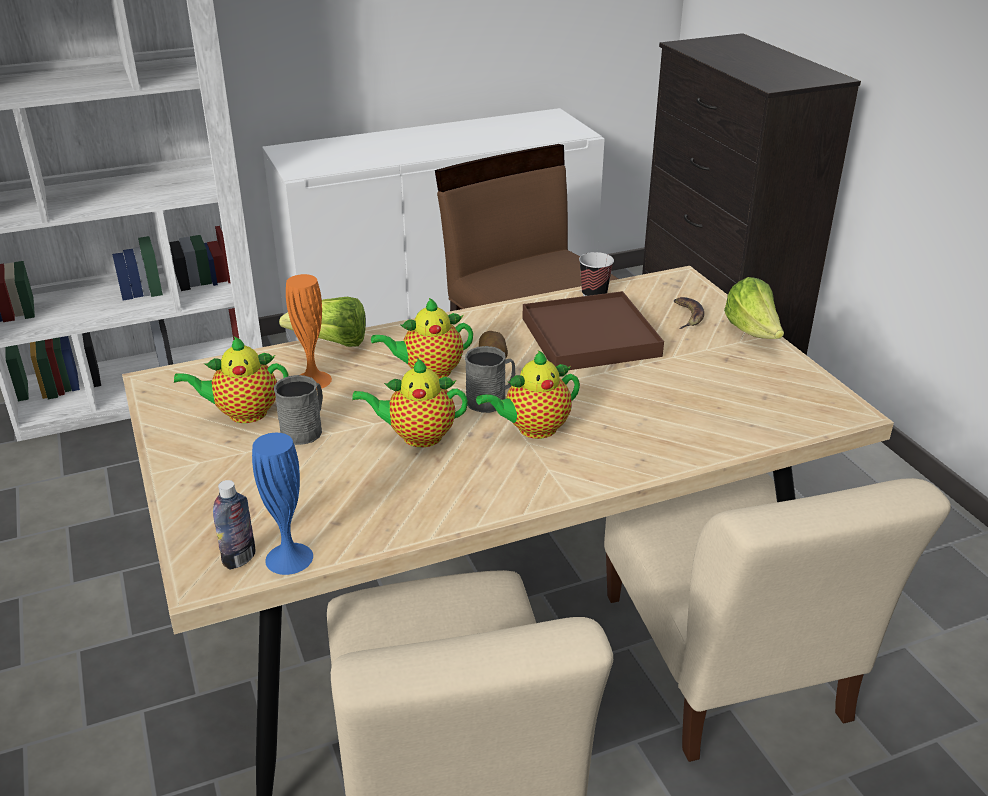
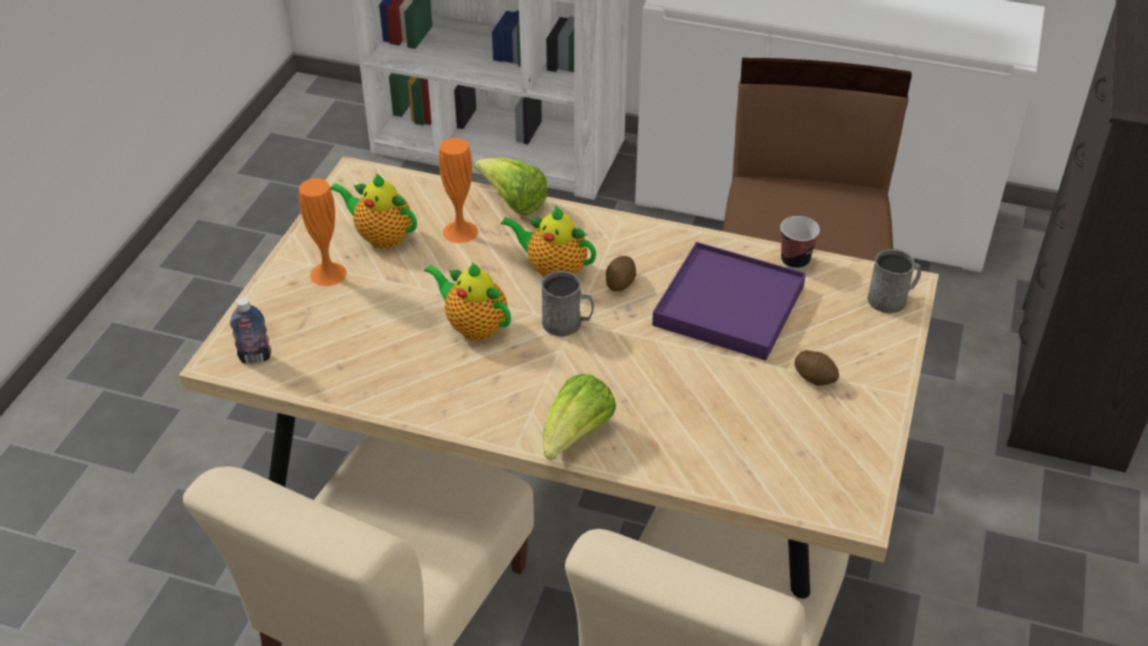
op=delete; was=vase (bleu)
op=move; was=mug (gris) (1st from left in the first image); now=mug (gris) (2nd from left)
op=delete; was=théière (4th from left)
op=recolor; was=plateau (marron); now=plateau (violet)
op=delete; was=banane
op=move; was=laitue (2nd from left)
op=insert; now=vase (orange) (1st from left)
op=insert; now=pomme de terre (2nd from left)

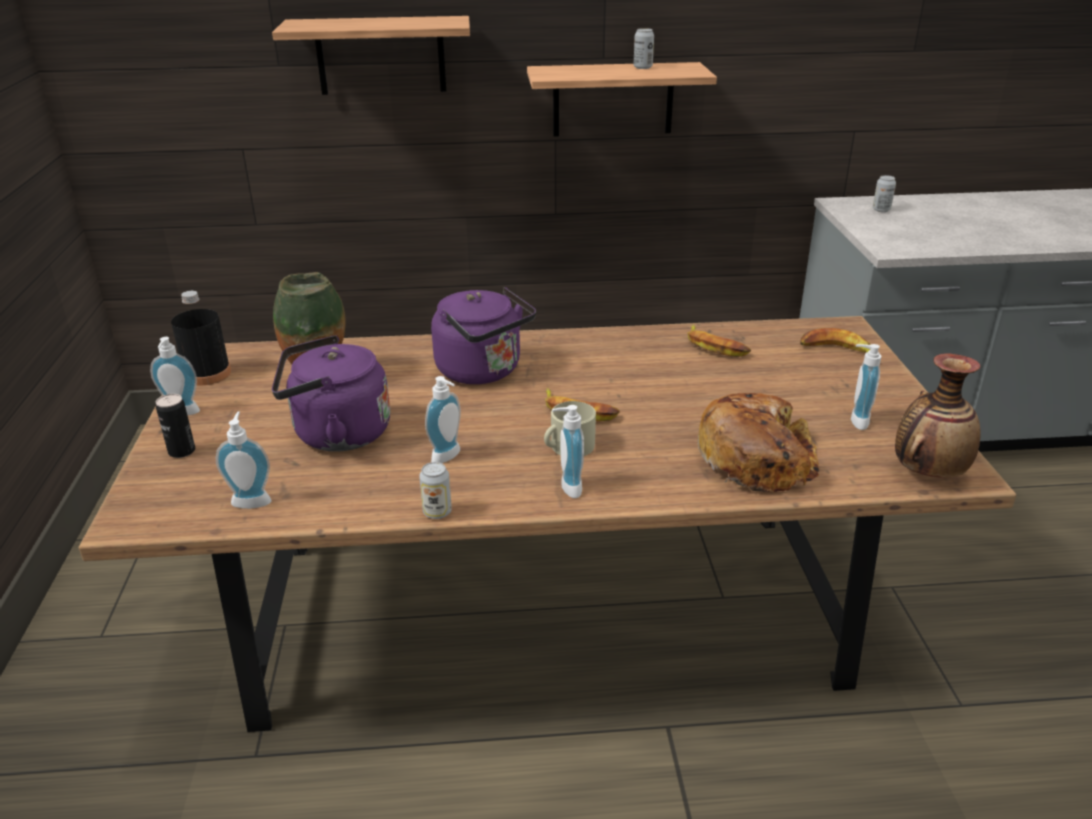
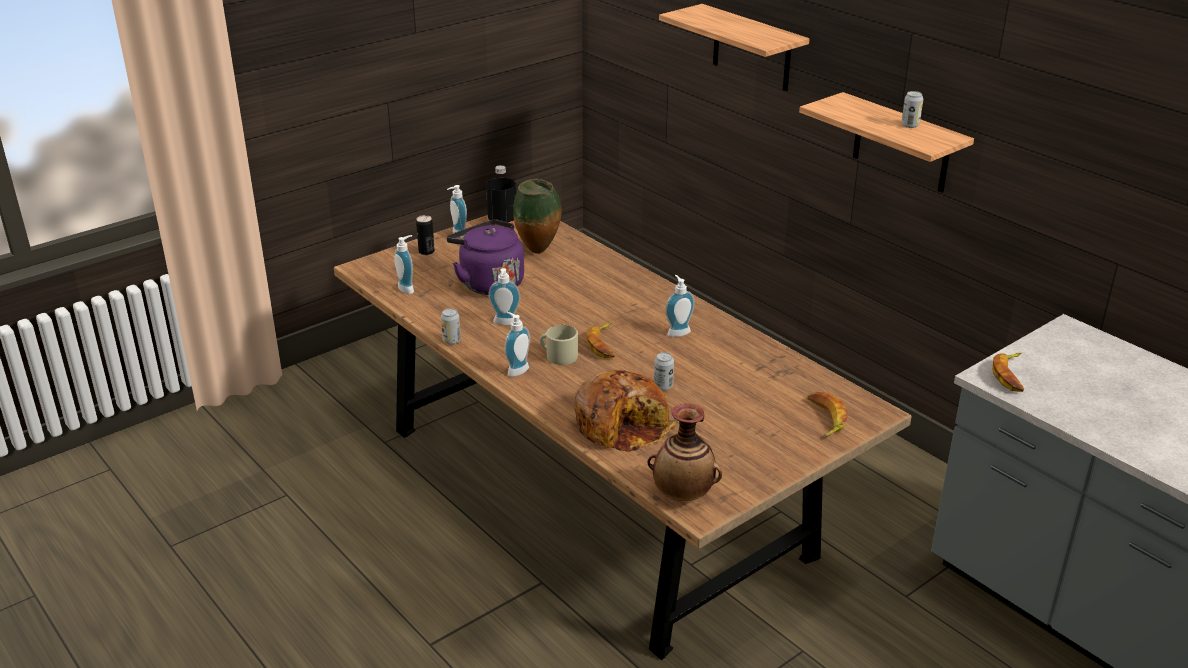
op=delete; was=bouilloire (violet) (2nd from left)
op=move; was=banane (2nd from left in the first image); now=banane (3rd from left)
op=move; was=distributeur de savon (5th from left)
op=move; was=boîte métallique (4th from left in the first image); now=boîte métallique (3rd from left)

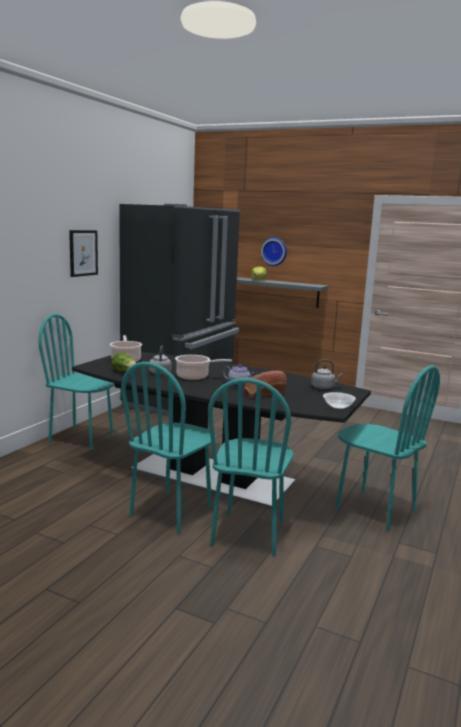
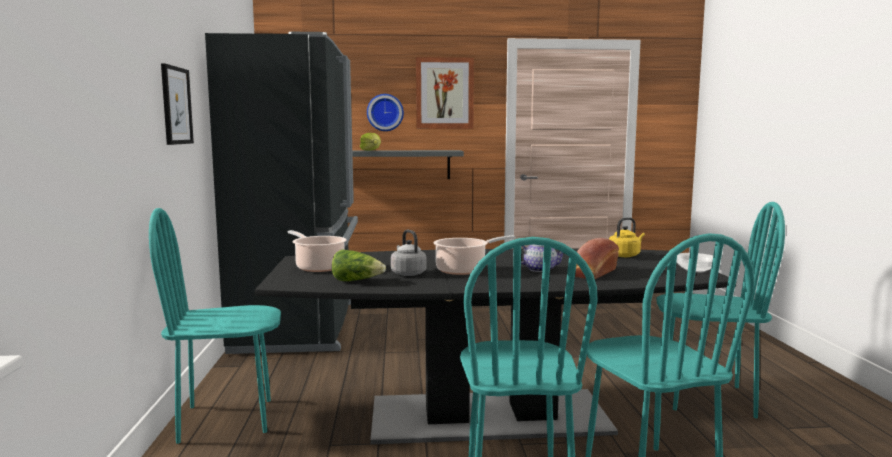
op=recolor; was=bouilloire (gris) (2nd from left); now=bouilloire (jaune)
op=insert; now=tableau (2nd from left)

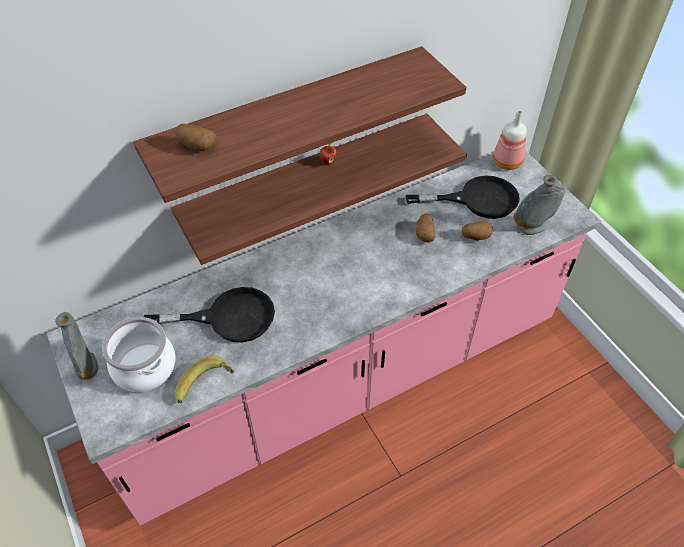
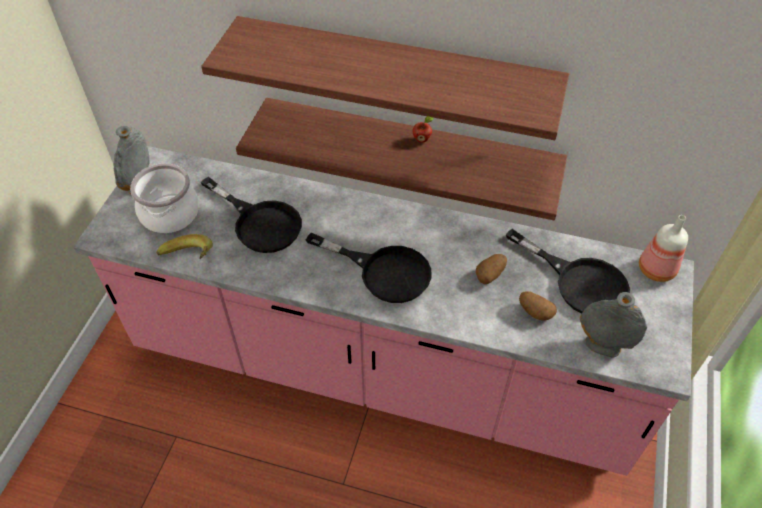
op=delete; was=pomme de terre (1st from left)
op=insert; now=poêle (noir) (2nd from left)

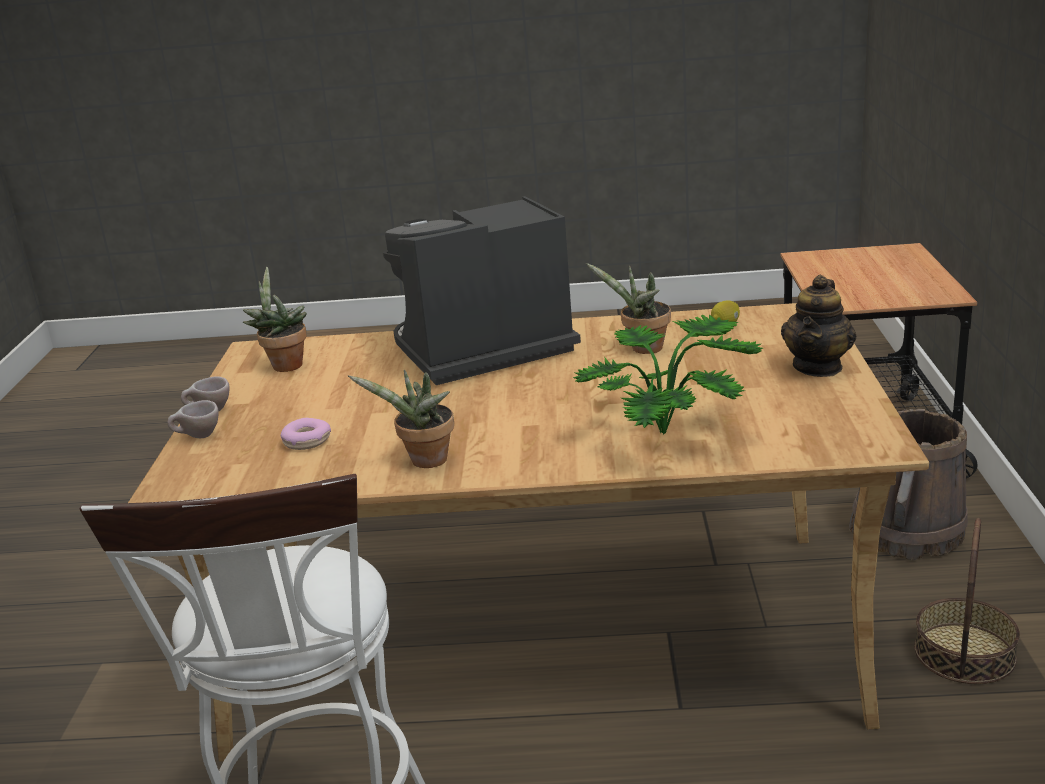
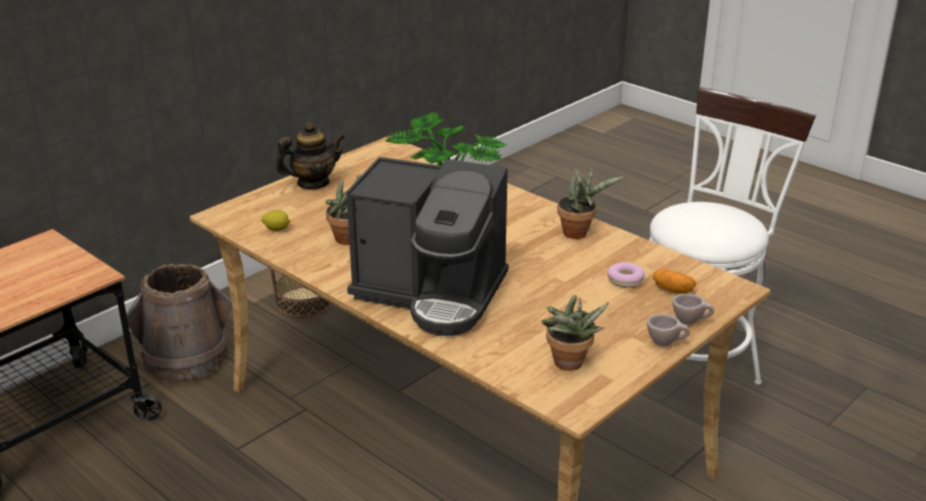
op=insert; now=pomme de terre

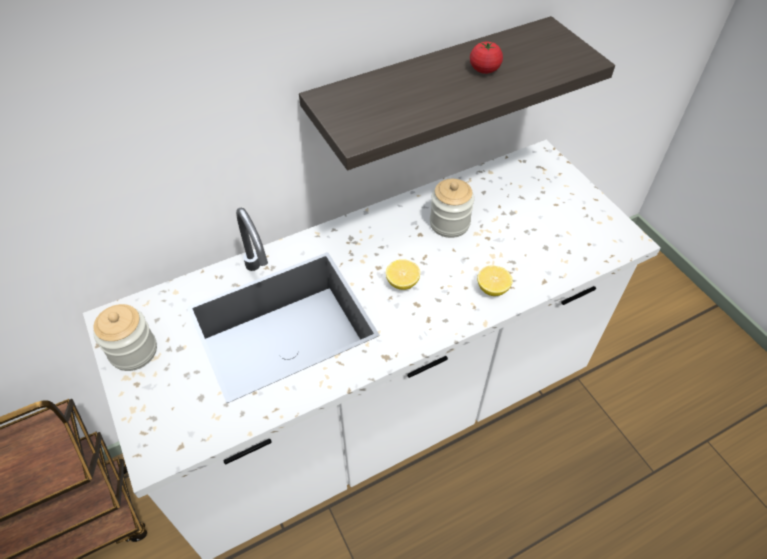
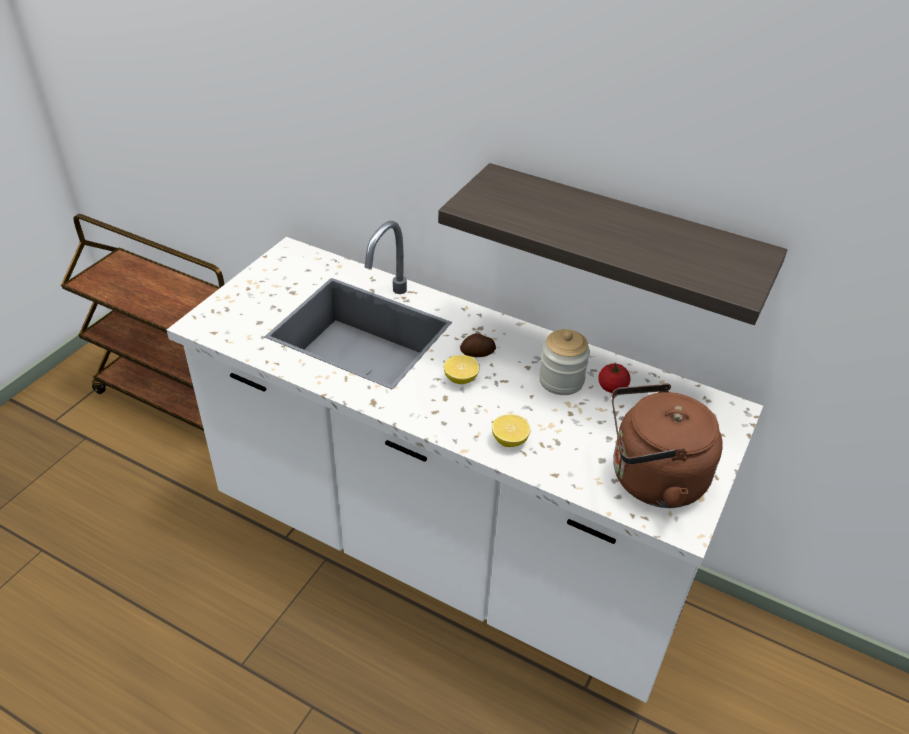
op=delete; was=bocal (1st from left)
op=move; was=tomate
op=insert; now=pomme de terre
op=insert; now=bouilloire (marron)

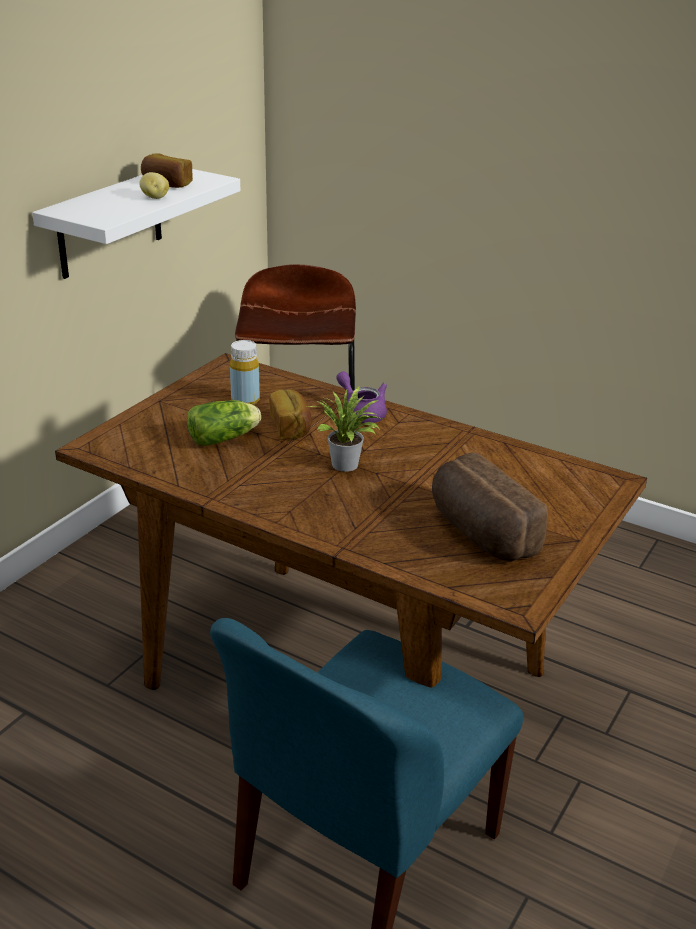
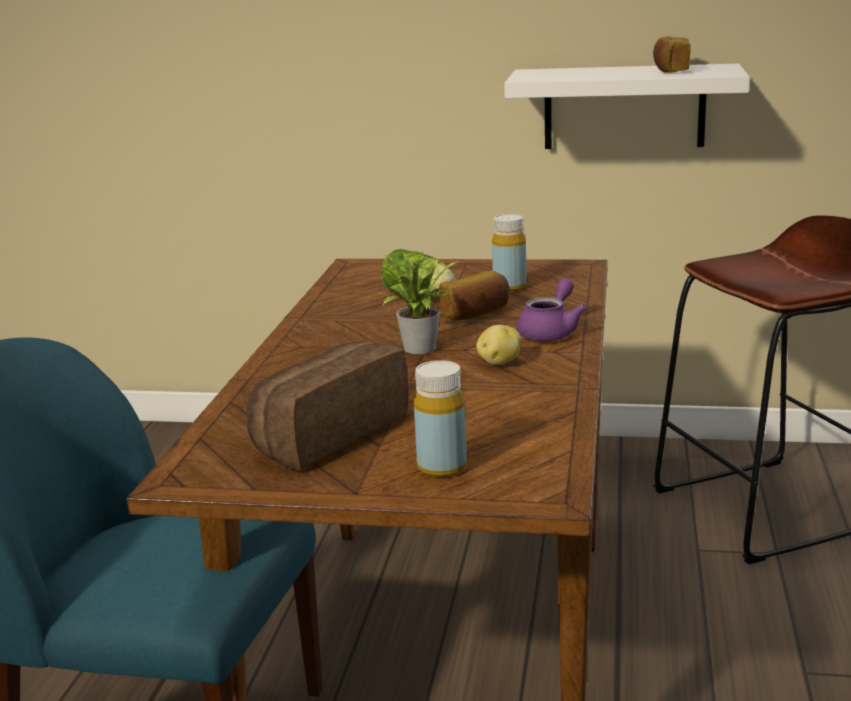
op=move; was=pomme de terre
op=insert; now=bouteille (jaune) (1st from left)

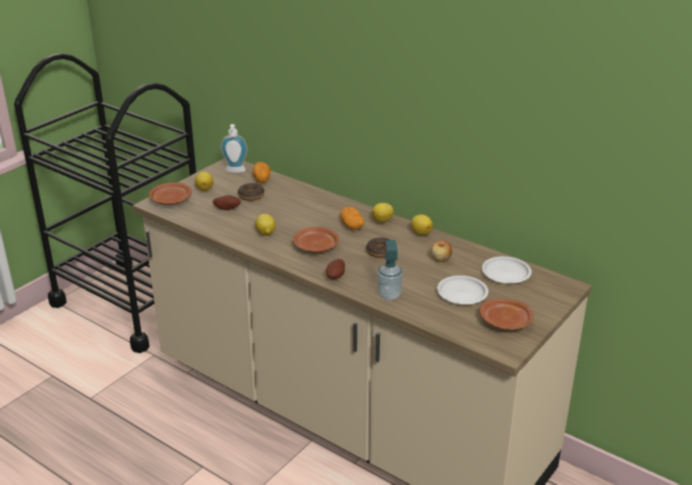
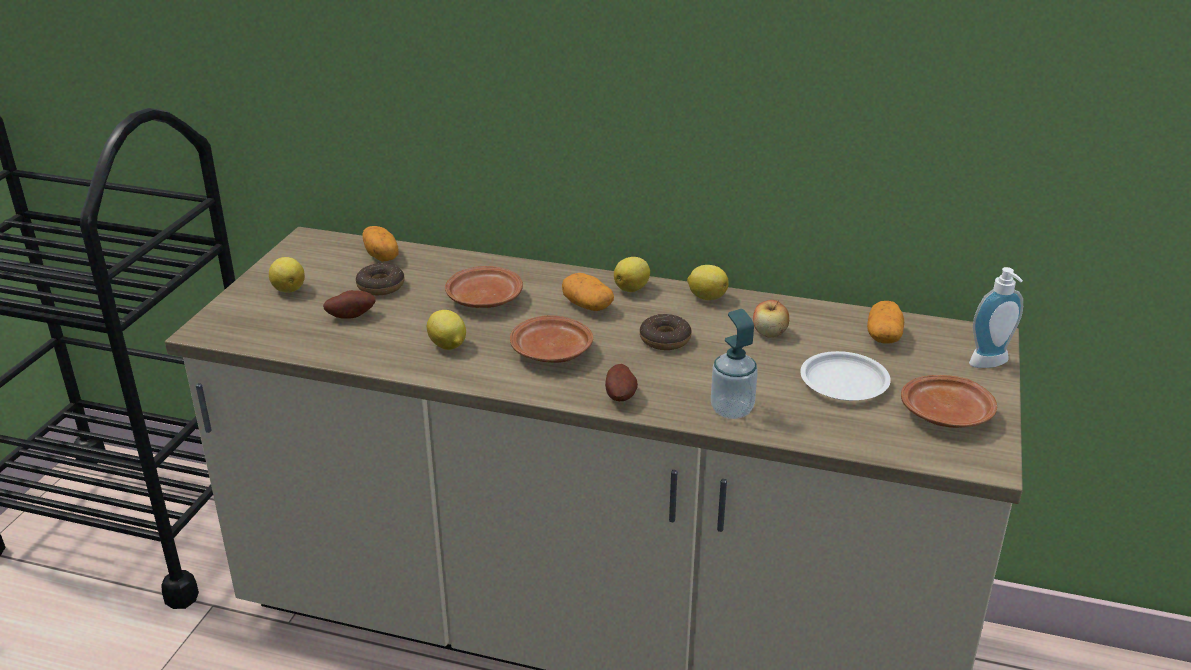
op=move; was=assiette (marron) (1st from left)
op=move; was=distributeur de savon (1st from left in the first image); now=distributeur de savon (2nd from left)
op=replace; was=assiette (blanc) (2nd from left); now=pomme de terre (5th from left)

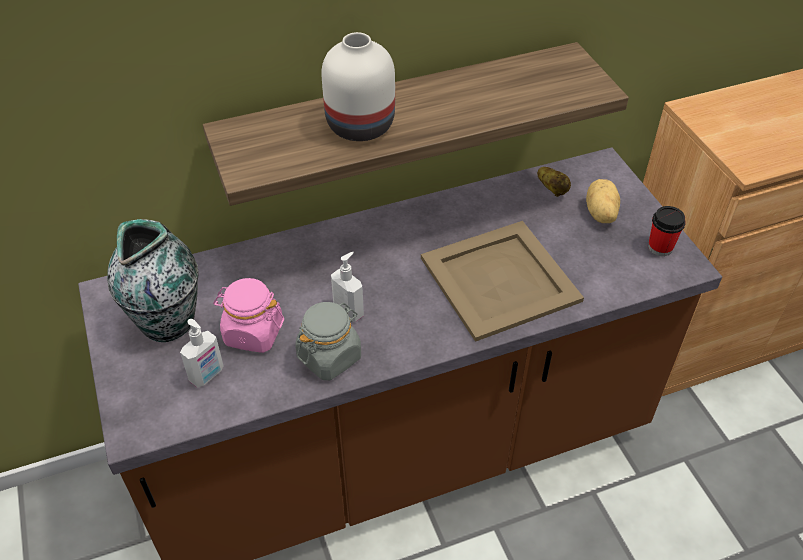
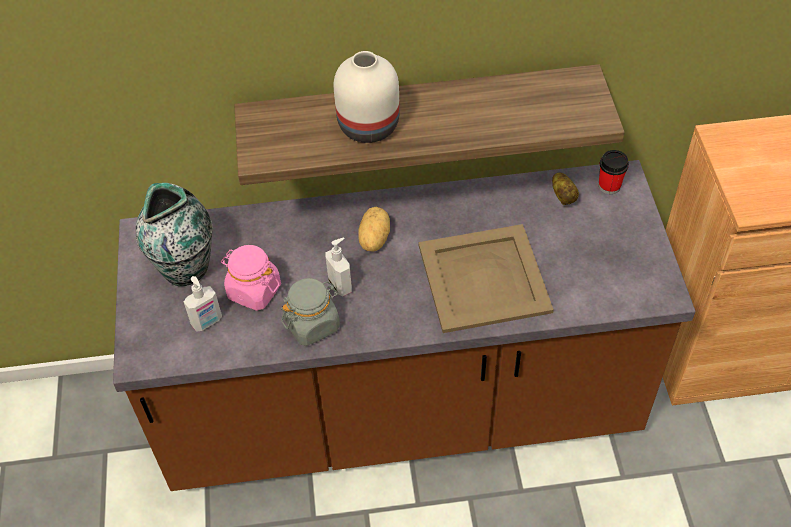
op=move; was=pomme de terre (2nd from left in the first image); now=pomme de terre (1st from left)
op=move; was=tasse

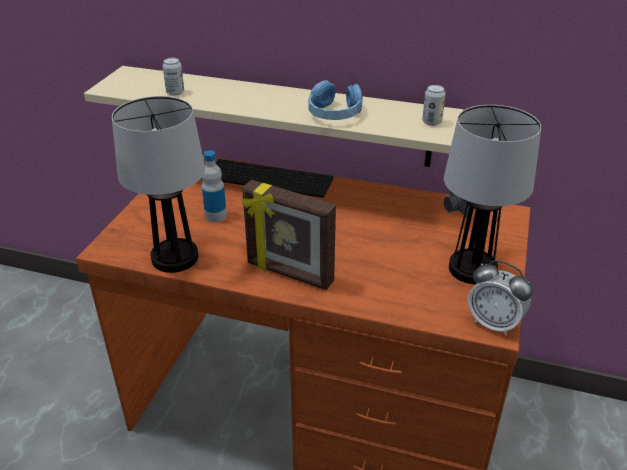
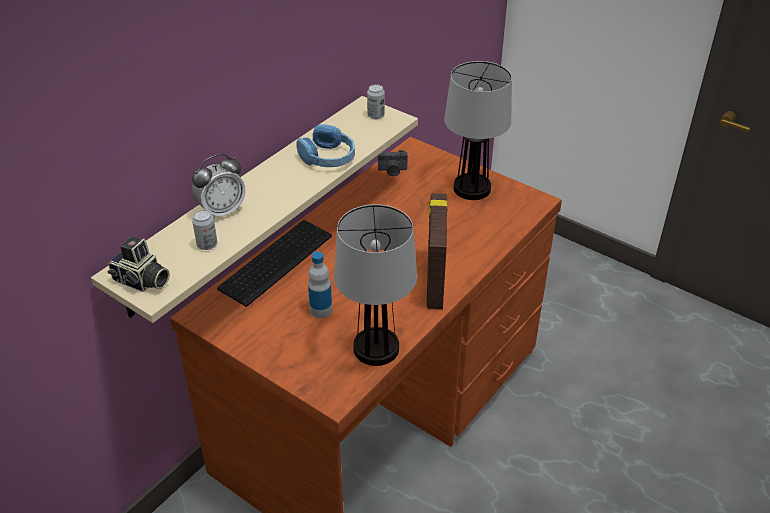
op=rotate; was=cadre photo; clockwise=135
op=move; was=réveil
op=insert; now=appareil photo (1st from left)

